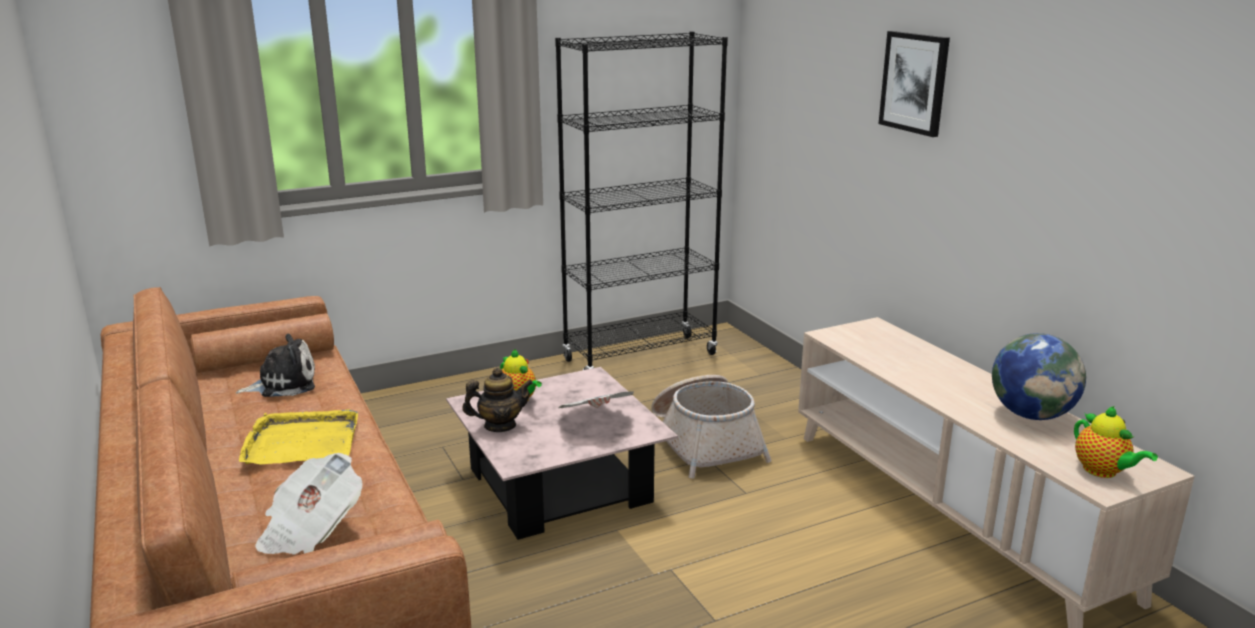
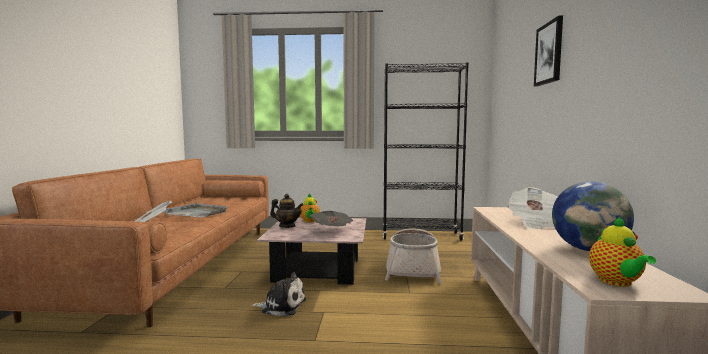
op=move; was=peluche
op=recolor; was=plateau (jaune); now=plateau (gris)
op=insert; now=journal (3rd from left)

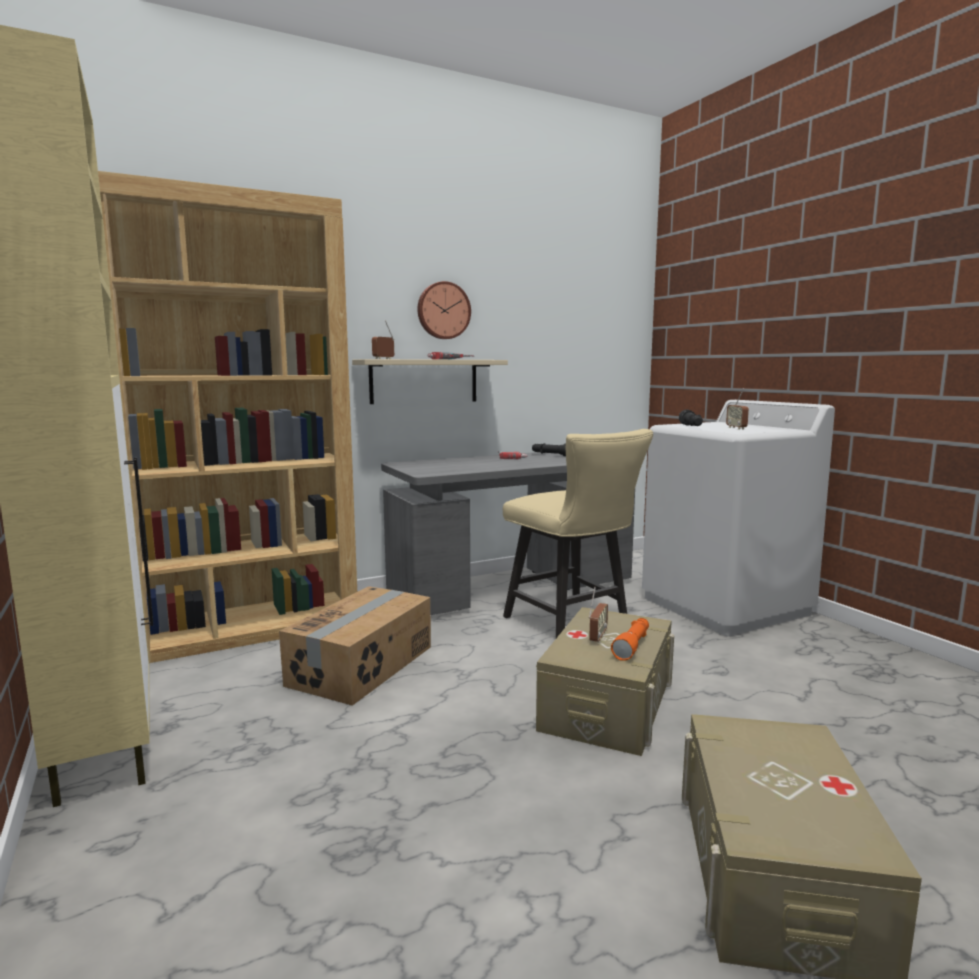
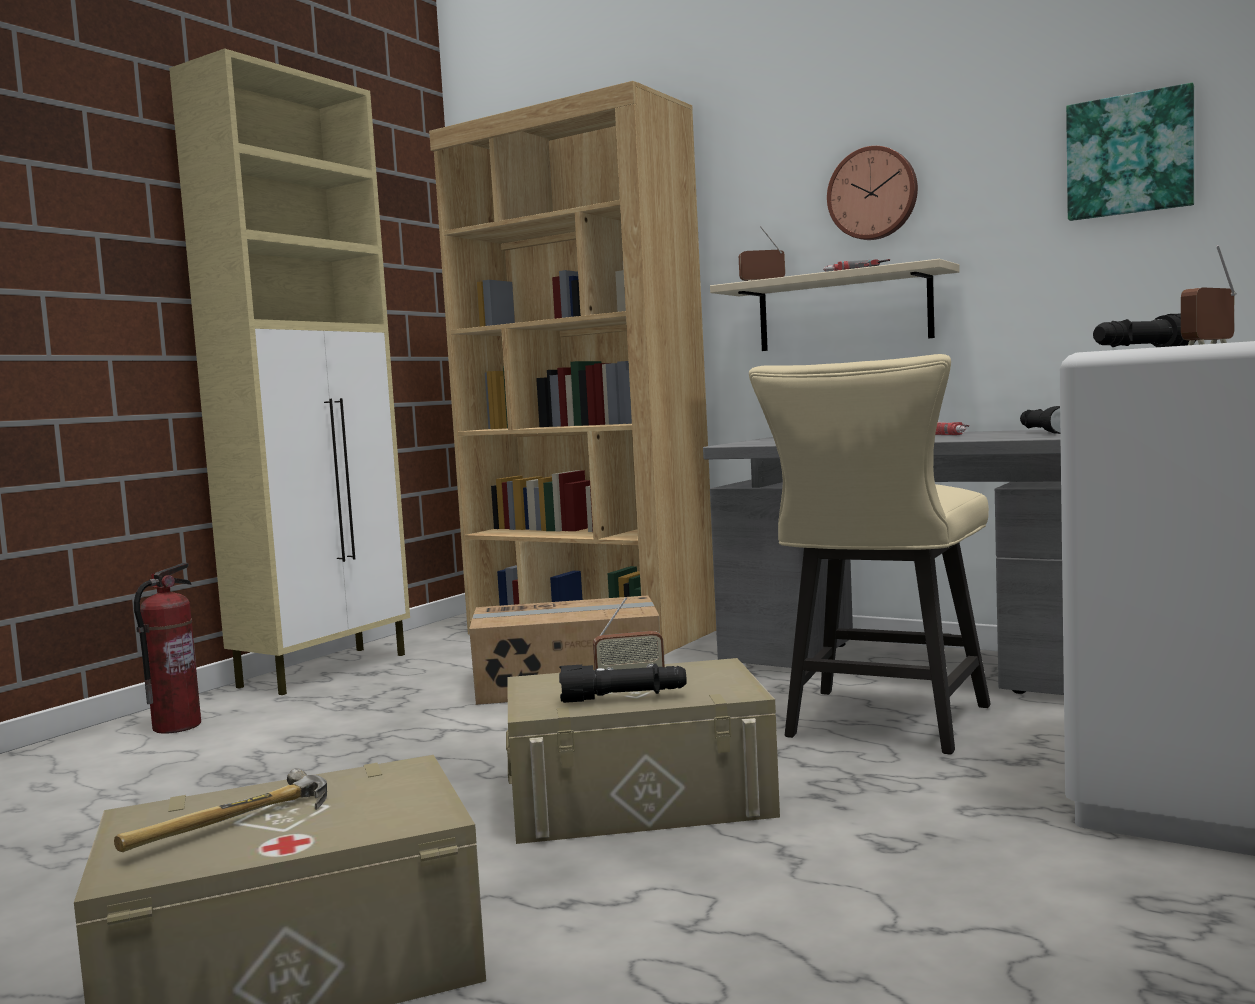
op=recolor; was=lampe de poche (orange); now=lampe de poche (noir) (1st from left)
op=insert; now=marteau
op=insert; now=extincteur
op=insert; now=tableau

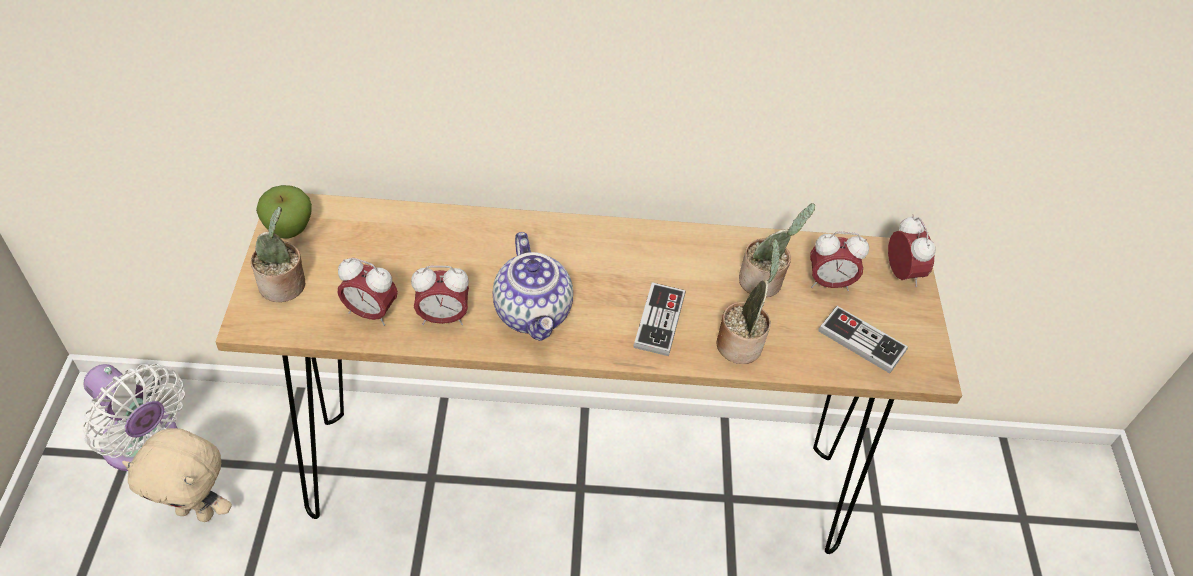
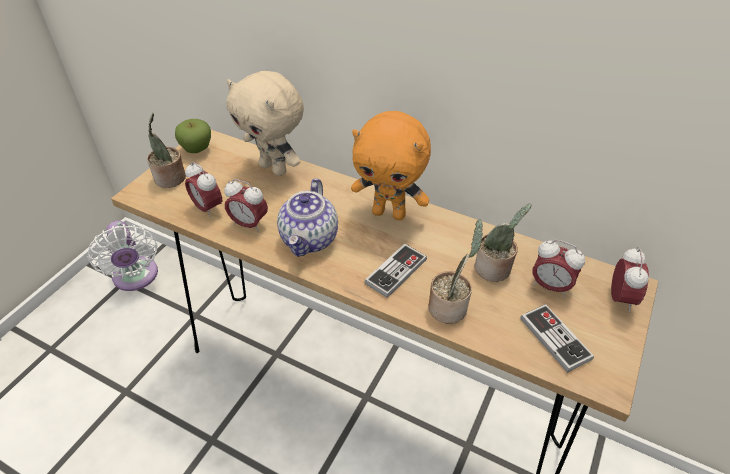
op=move; was=peluche (beige)
op=insert; now=peluche (orange)

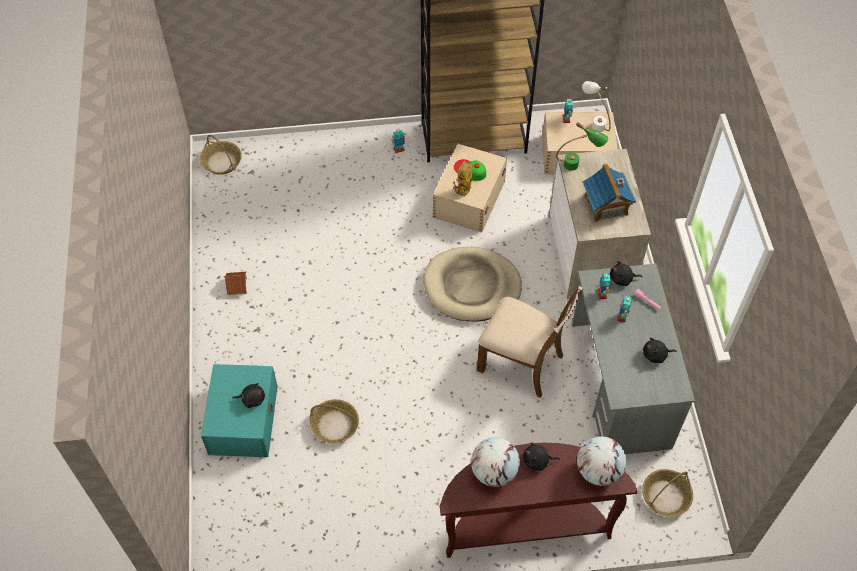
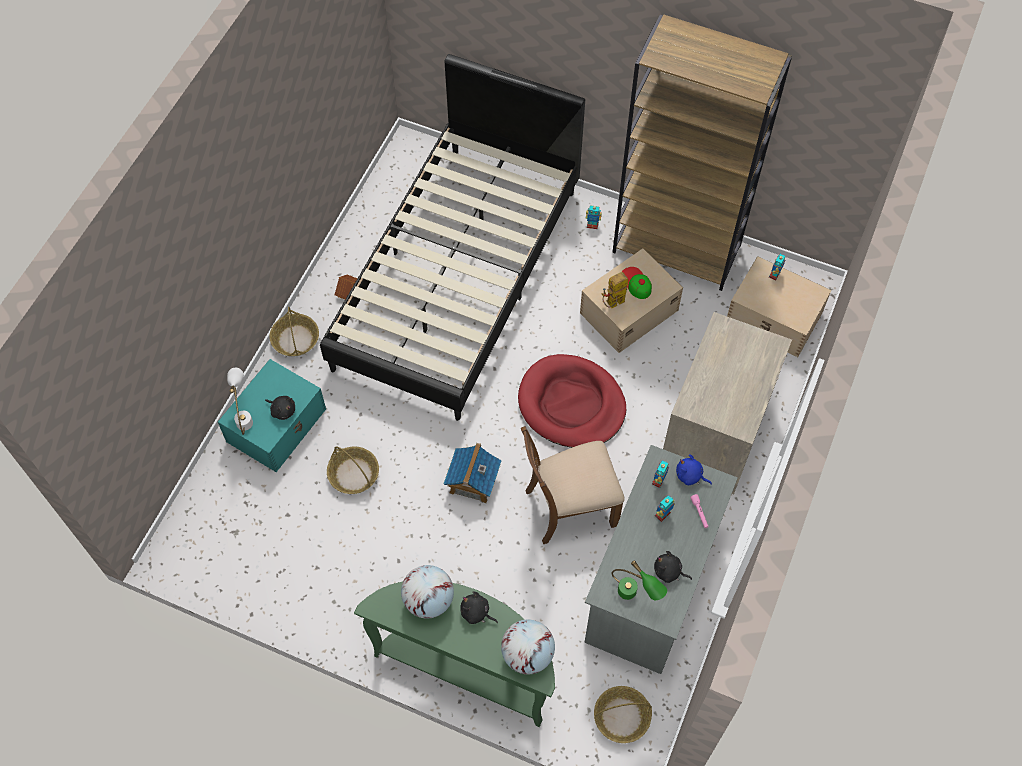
op=move; was=panier (1st from left)
op=recolor; was=panier pour chien (beige); now=panier pour chien (rouge)
op=recolor; was=table console (marron); now=table console (vert)
op=rotate; was=chaise (marron); clockwise=105
op=move; was=lampe de table (vert)
op=move; was=lampe de table (blanc)
op=move; was=maison miniature (2nd from left)
op=recolor; was=peluche (noir) (3rd from left); now=peluche (bleu)
op=insert; now=lit (noir)

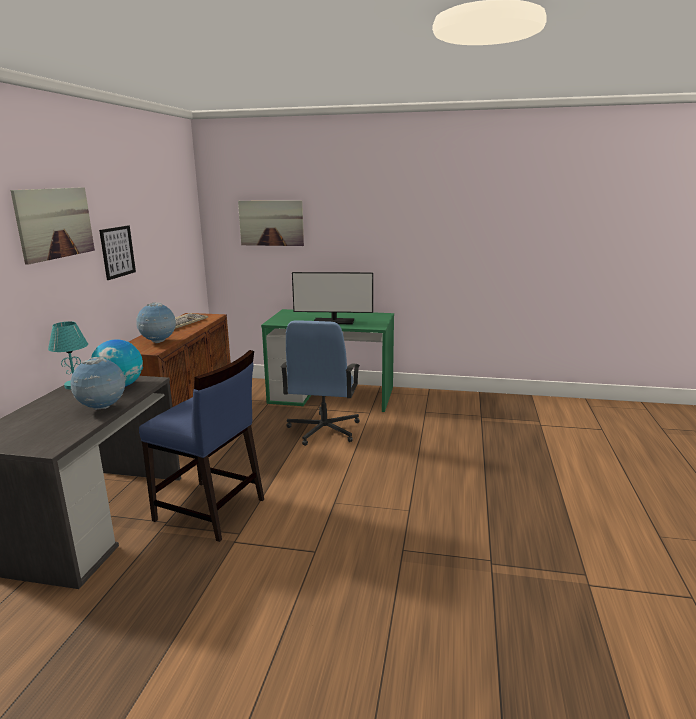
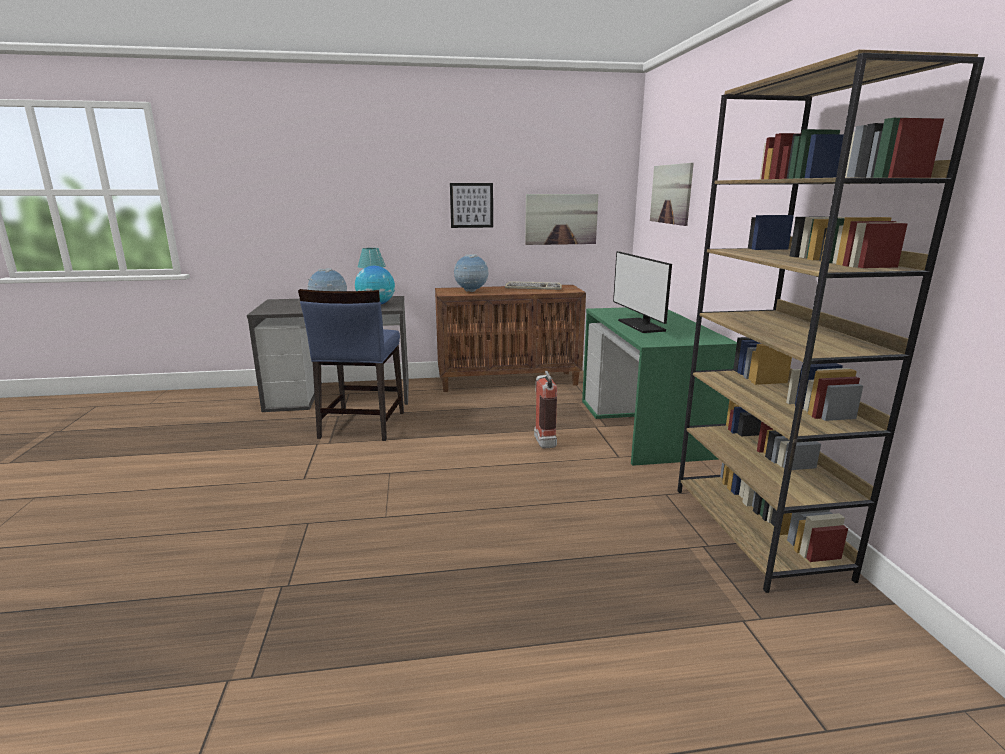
op=move; was=tableau (1st from left in the first image); now=tableau (2nd from left)
op=replace; was=chaise de bureau (bleu); now=extincteur
op=insert; now=bibliothèque (marron)

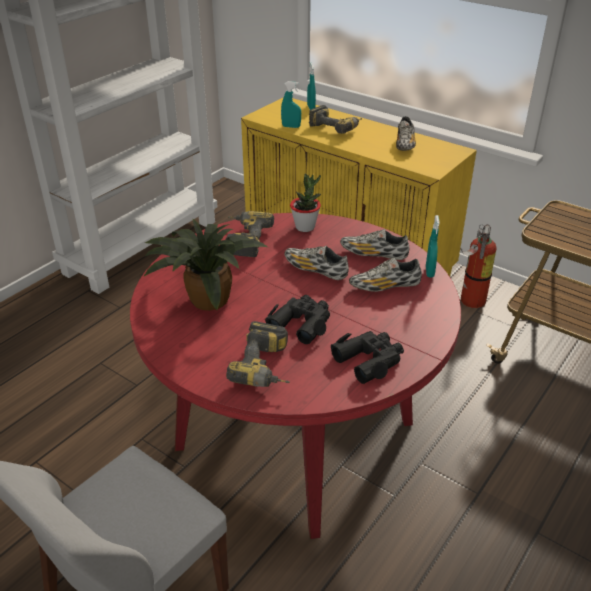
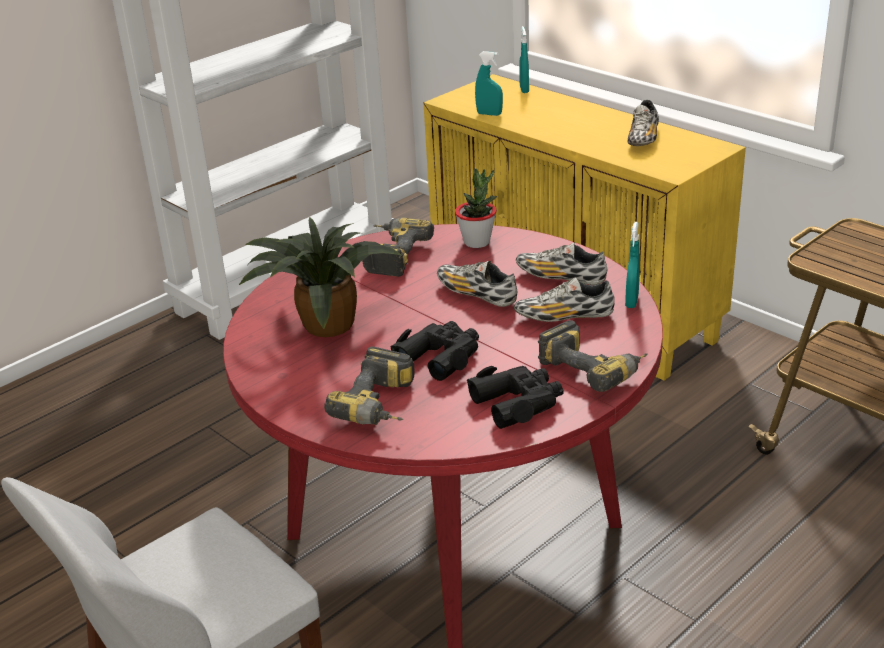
op=move; was=perceuse (3rd from left)
op=delete; was=extincteur

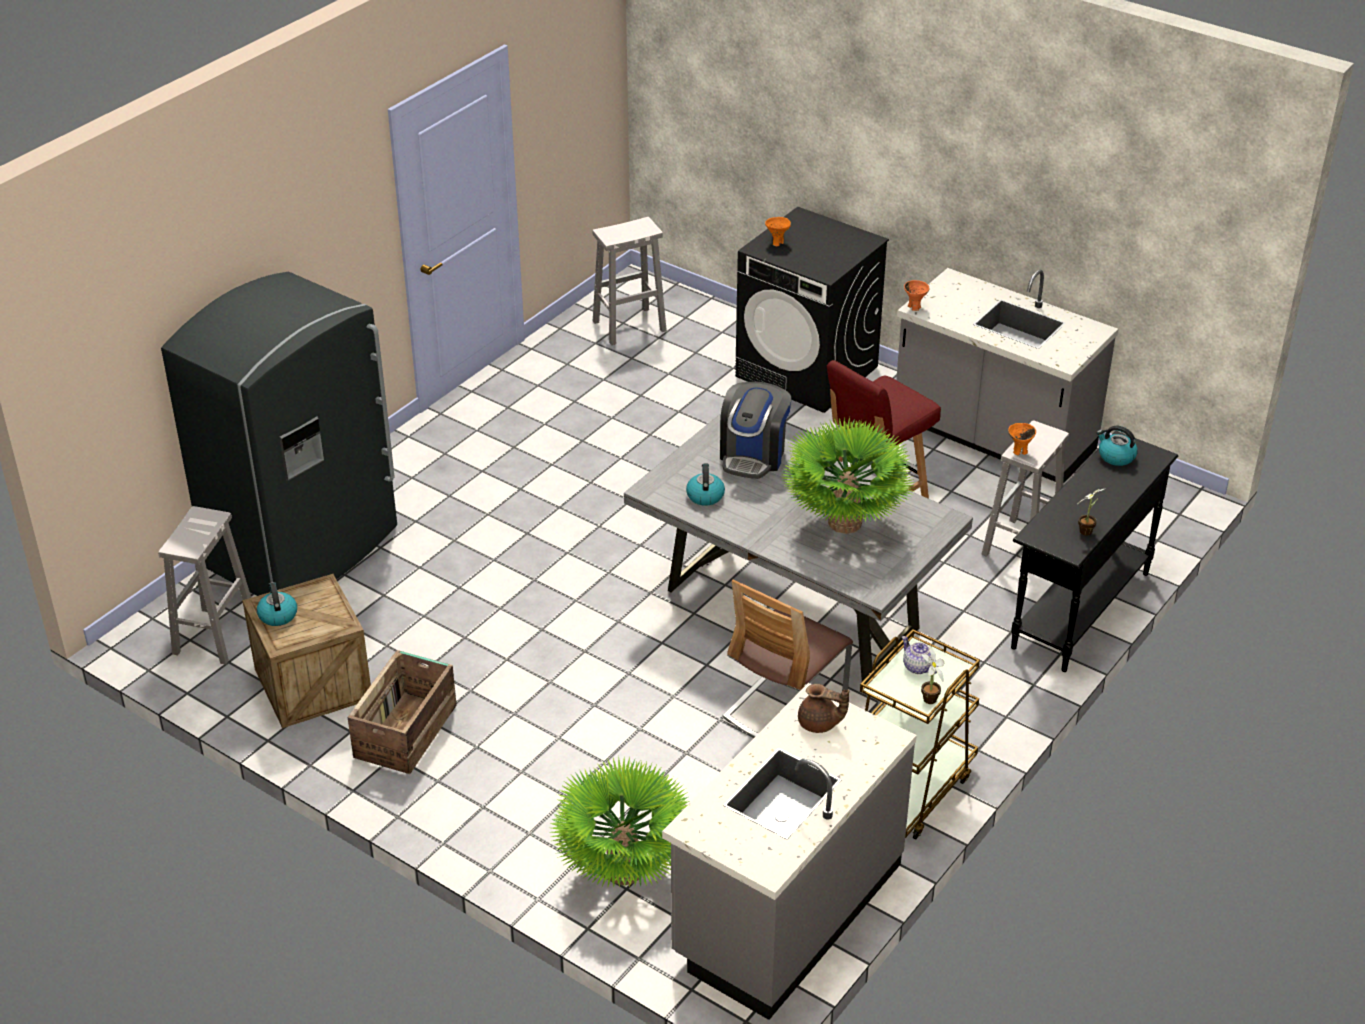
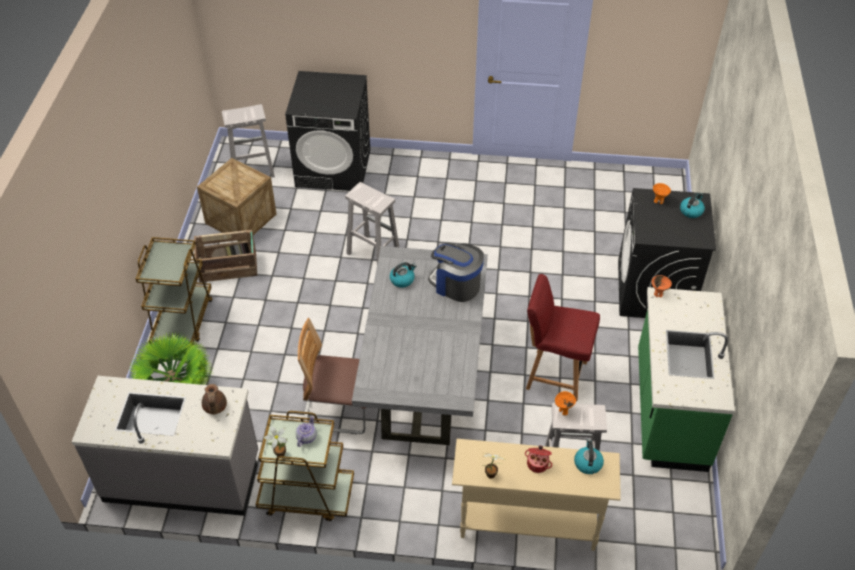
op=replace; was=réfrigérateur (gris); now=lave-linge (noir) (1st from left)
op=move; was=bouilloire (1st from left in the first image); now=bouilloire (3rd from left)
op=move; was=tabouret (blanc) (2nd from left)
op=rotate; was=machine à café; clockwise=45
op=delete; was=plante en pot (2nd from left)
op=recolor; was=comptoir de cuisine (gris) (2nd from left); now=comptoir de cuisine (vert)
op=recolor; was=table console (noir); now=table console (beige)
op=insert; now=chariot (marron) (1st from left)
op=insert; now=marmite

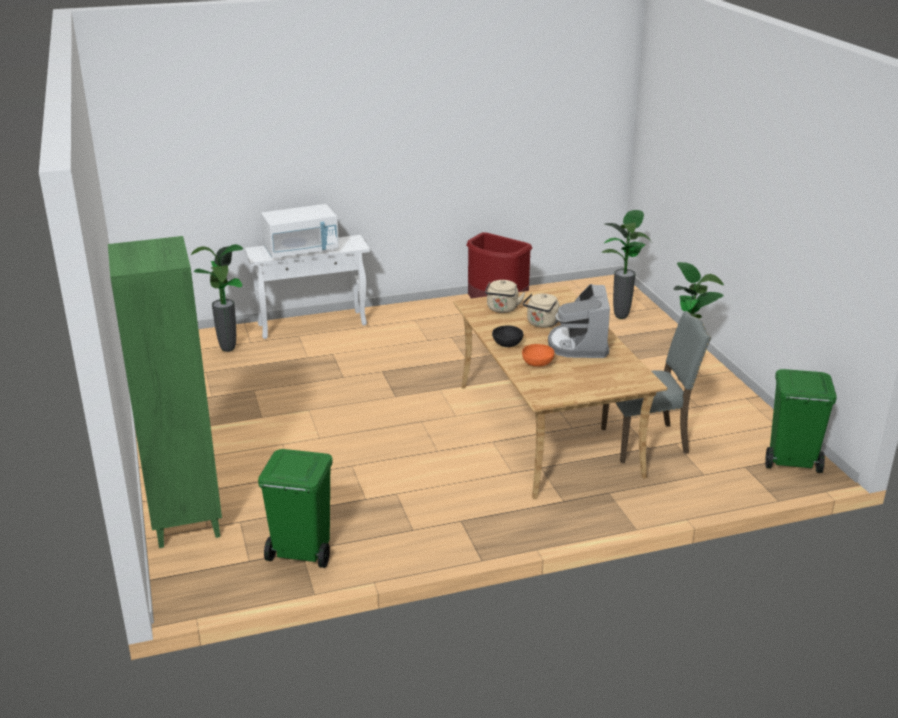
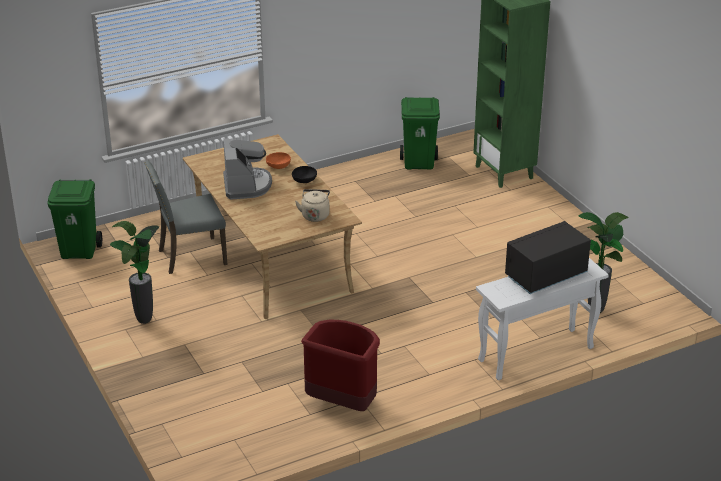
op=recolor; was=micro-ondes (blanc); now=micro-ondes (noir)
op=delete; was=bouilloire (beige) (2nd from left)
op=delete; was=plante en pot (2nd from left)

